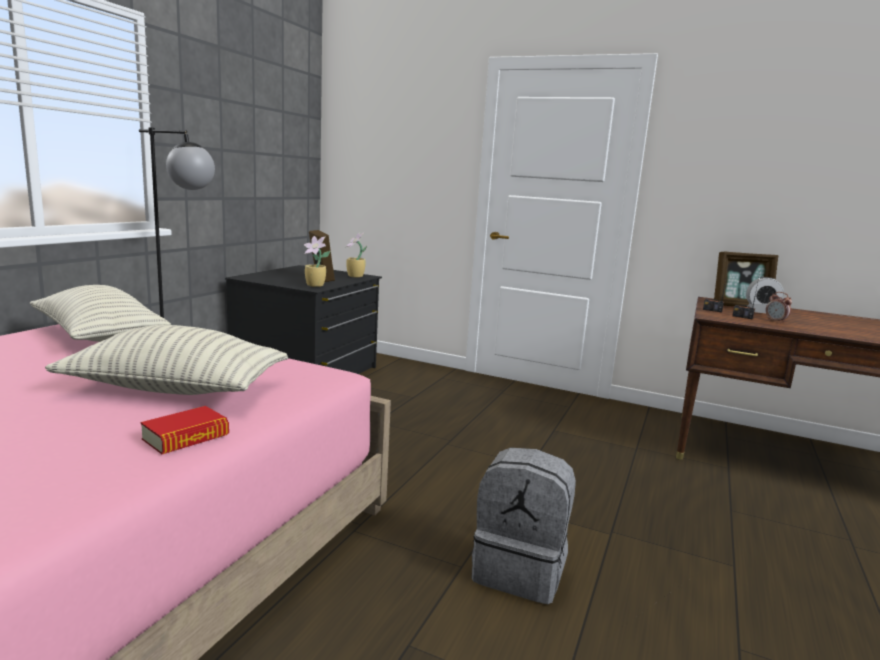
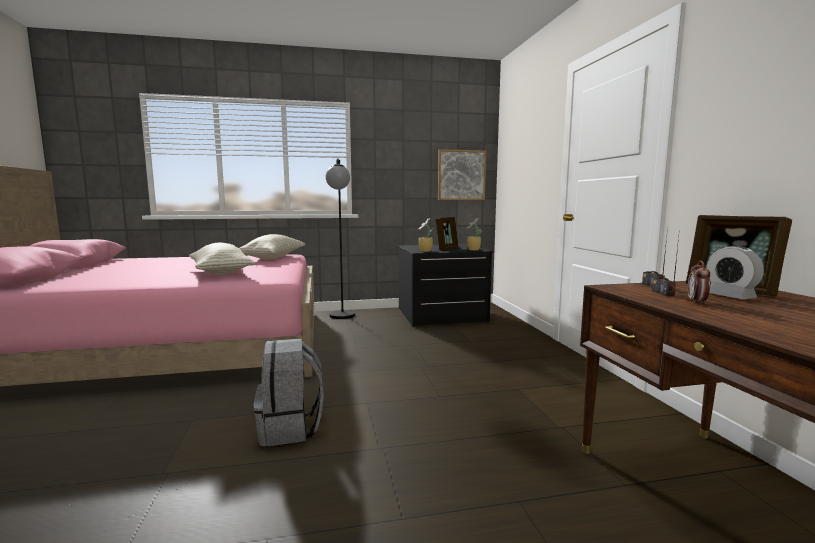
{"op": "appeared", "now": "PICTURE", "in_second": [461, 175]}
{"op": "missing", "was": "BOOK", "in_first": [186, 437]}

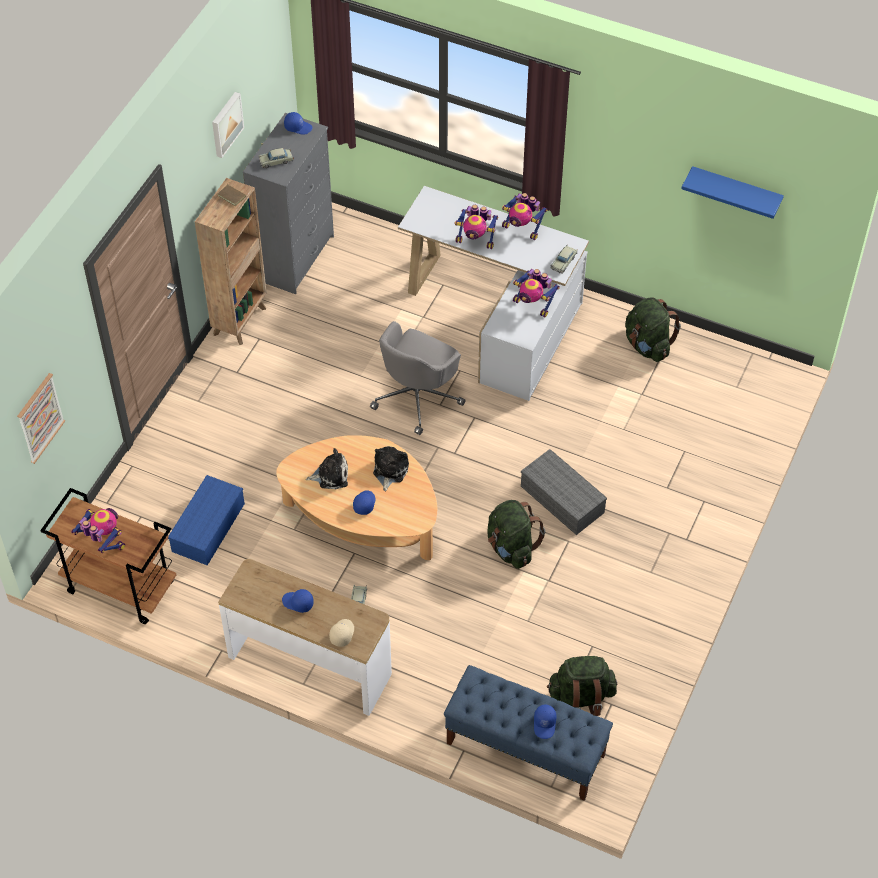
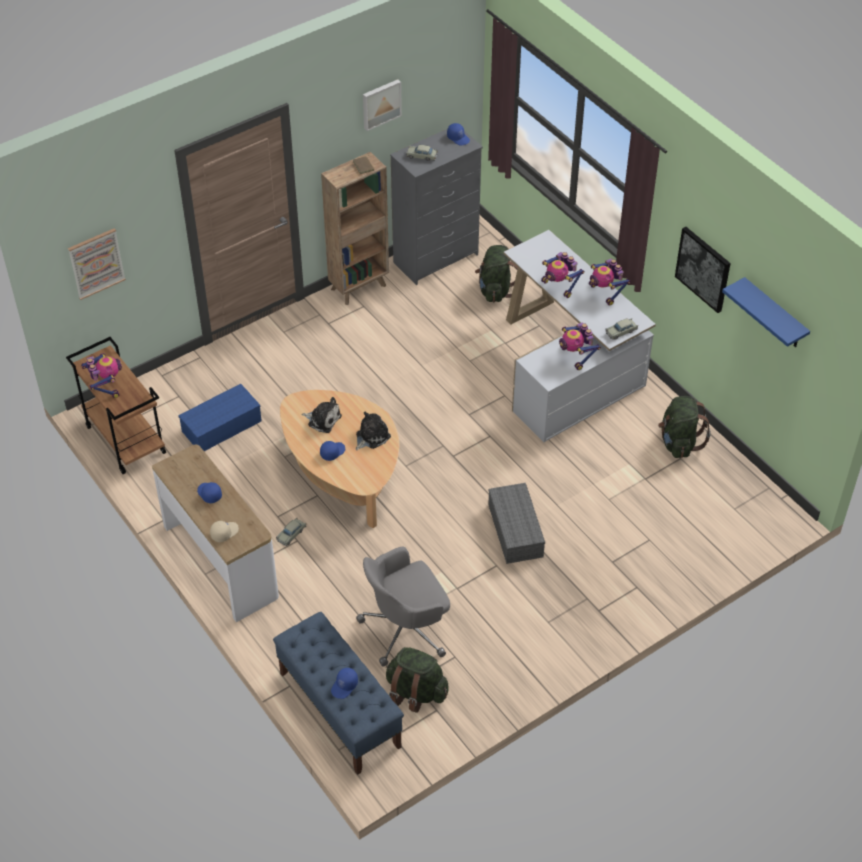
{"op": "relocated", "was": "GREY OFFICE CHAIR", "in_first": [417, 396], "in_second": [406, 629]}
{"op": "relocated", "was": "GREEN BACKPACK", "in_first": [511, 548], "in_second": [496, 290]}
{"op": "appeared", "now": "PICTURE", "in_second": [703, 269]}

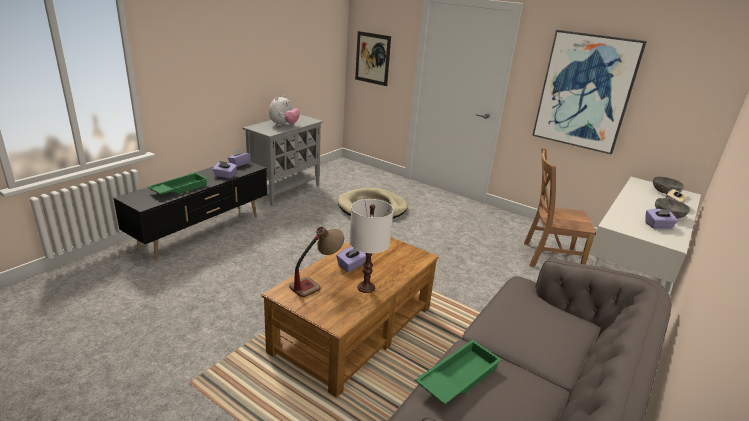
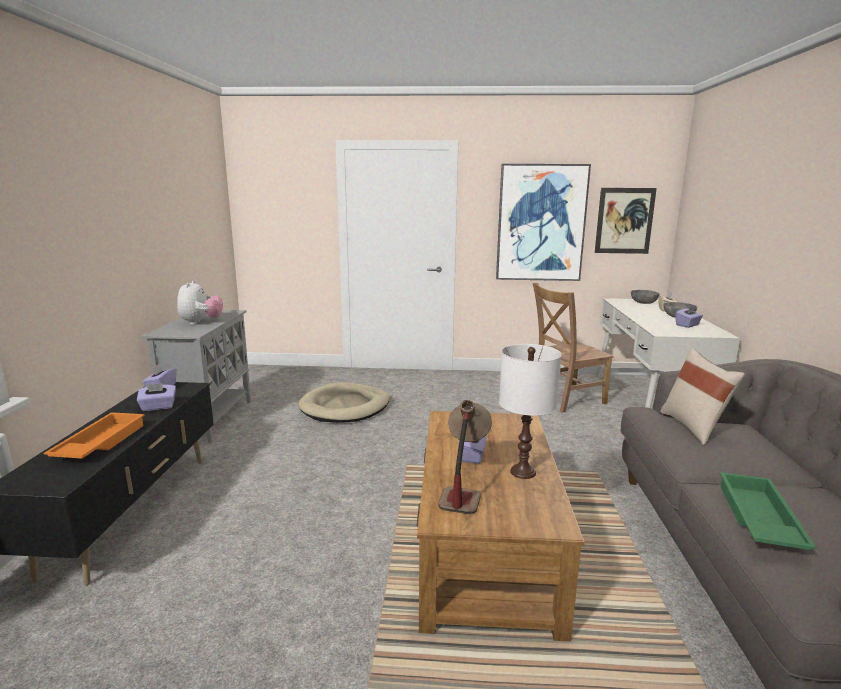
{"op": "colour", "was": "GREEN TRAY", "now": "ORANGE TRAY", "in_first": [179, 188], "in_second": [99, 443]}
{"op": "relocated", "was": "PICTURE", "in_first": [372, 58], "in_second": [624, 221]}
{"op": "appeared", "now": "BEIGE PILLOW", "in_second": [694, 427]}

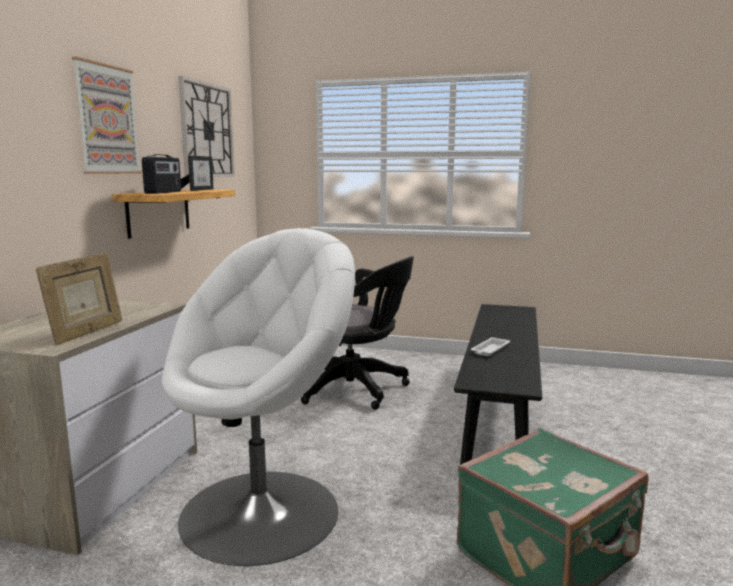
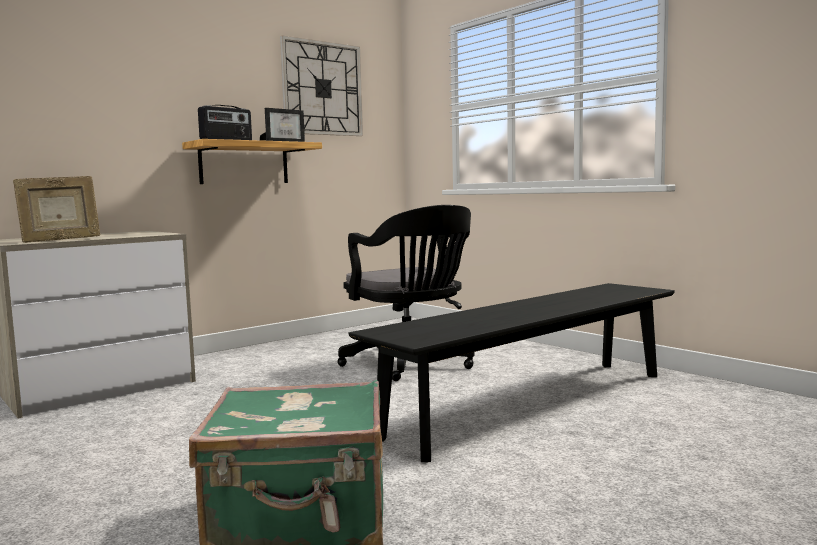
{"op": "missing", "was": "PICTURE", "in_first": [107, 120]}
{"op": "missing", "was": "WHITE ARMCHAIR", "in_first": [262, 512]}
{"op": "missing", "was": "WHITE TRAY", "in_first": [490, 350]}

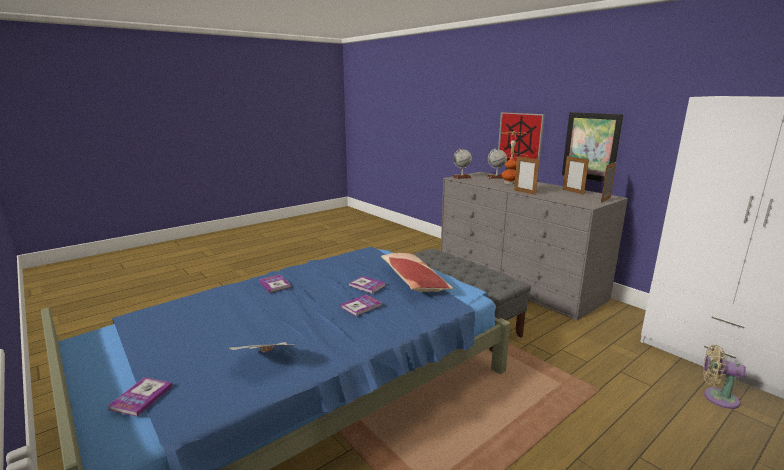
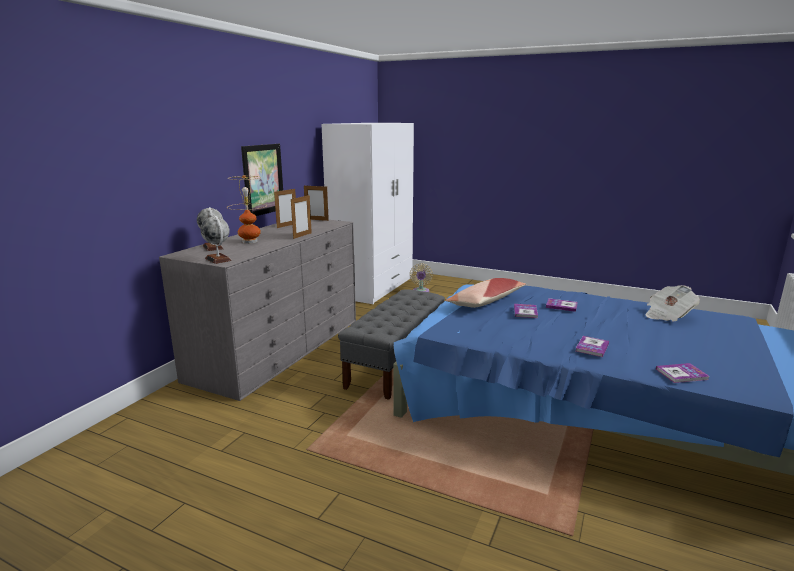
{"op": "relocated", "was": "BOOK", "in_first": [141, 397], "in_second": [681, 374]}
{"op": "missing", "was": "PICTURE", "in_first": [520, 138]}

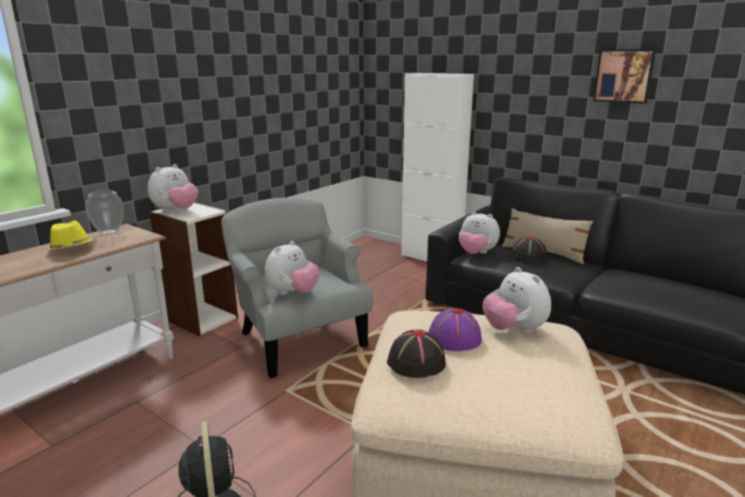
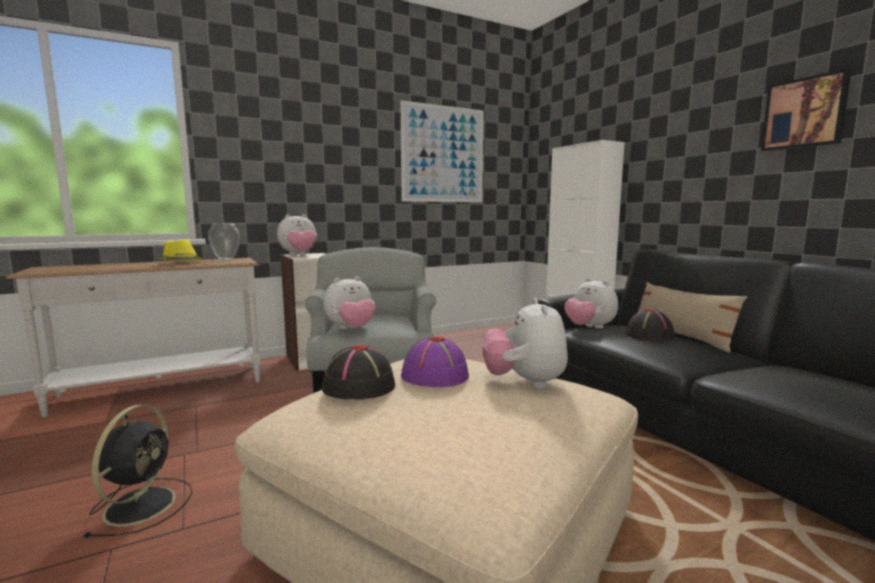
{"op": "appeared", "now": "PICTURE", "in_second": [443, 154]}

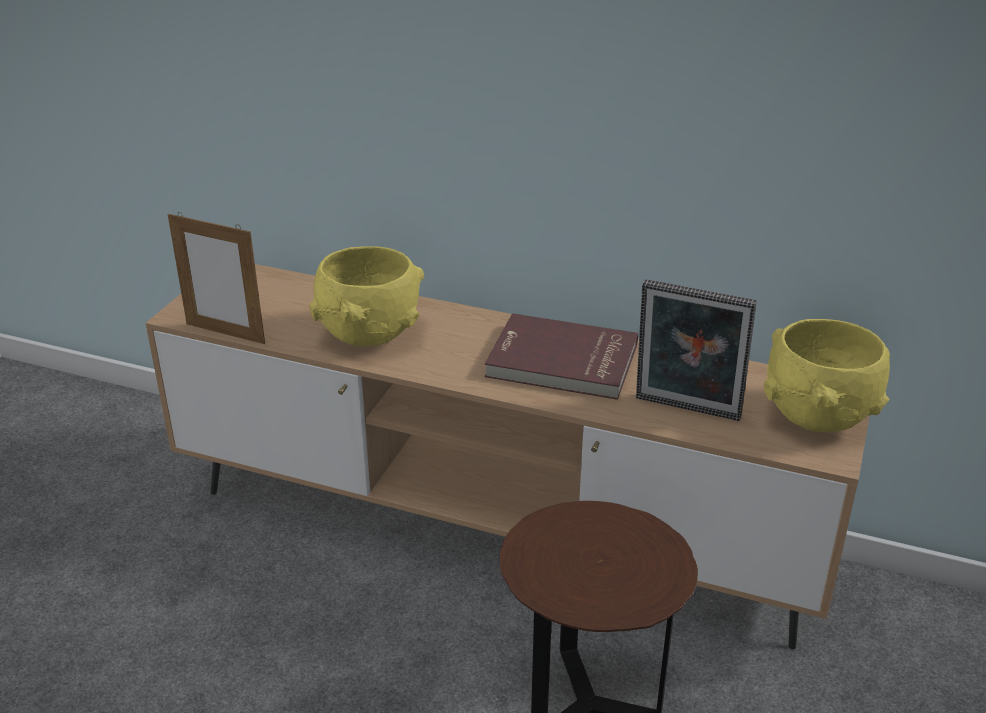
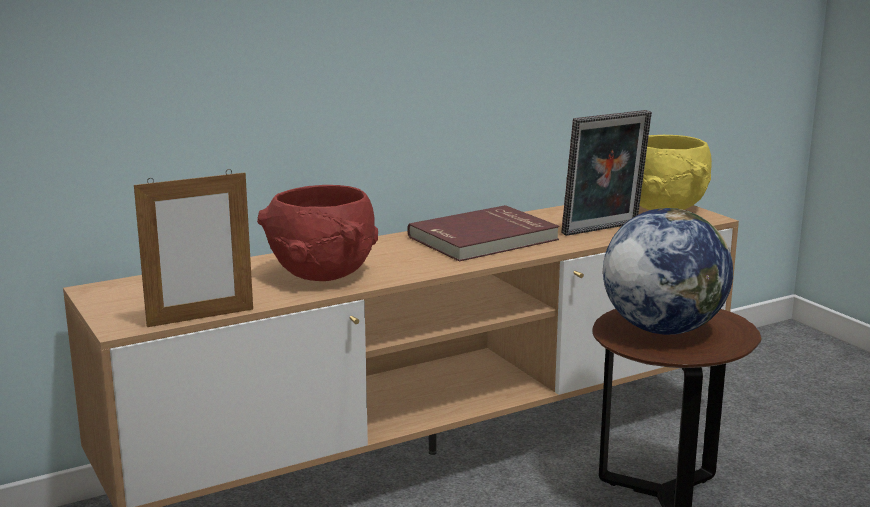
{"op": "colour", "was": "YELLOW BOWL", "now": "RED BOWL", "in_first": [369, 335], "in_second": [323, 275]}
{"op": "appeared", "now": "GLOBE", "in_second": [662, 329]}

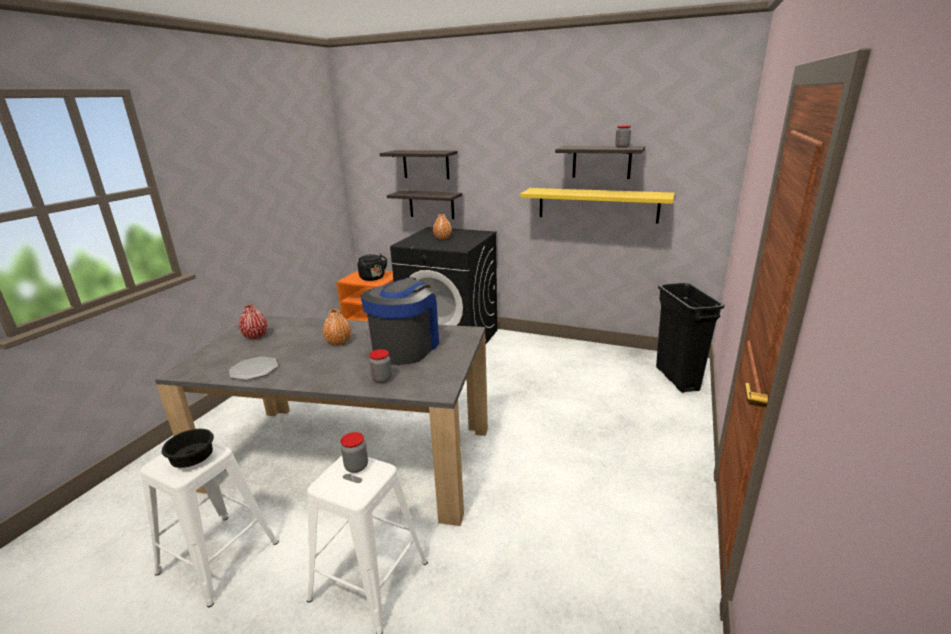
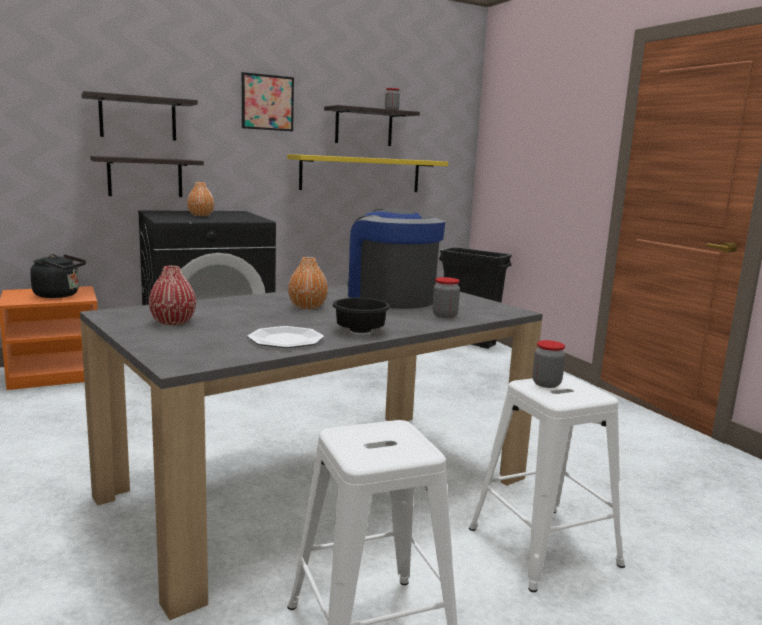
{"op": "appeared", "now": "PICTURE", "in_second": [267, 102]}
{"op": "relocated", "was": "BLACK BOWL", "in_first": [194, 459], "in_second": [358, 330]}

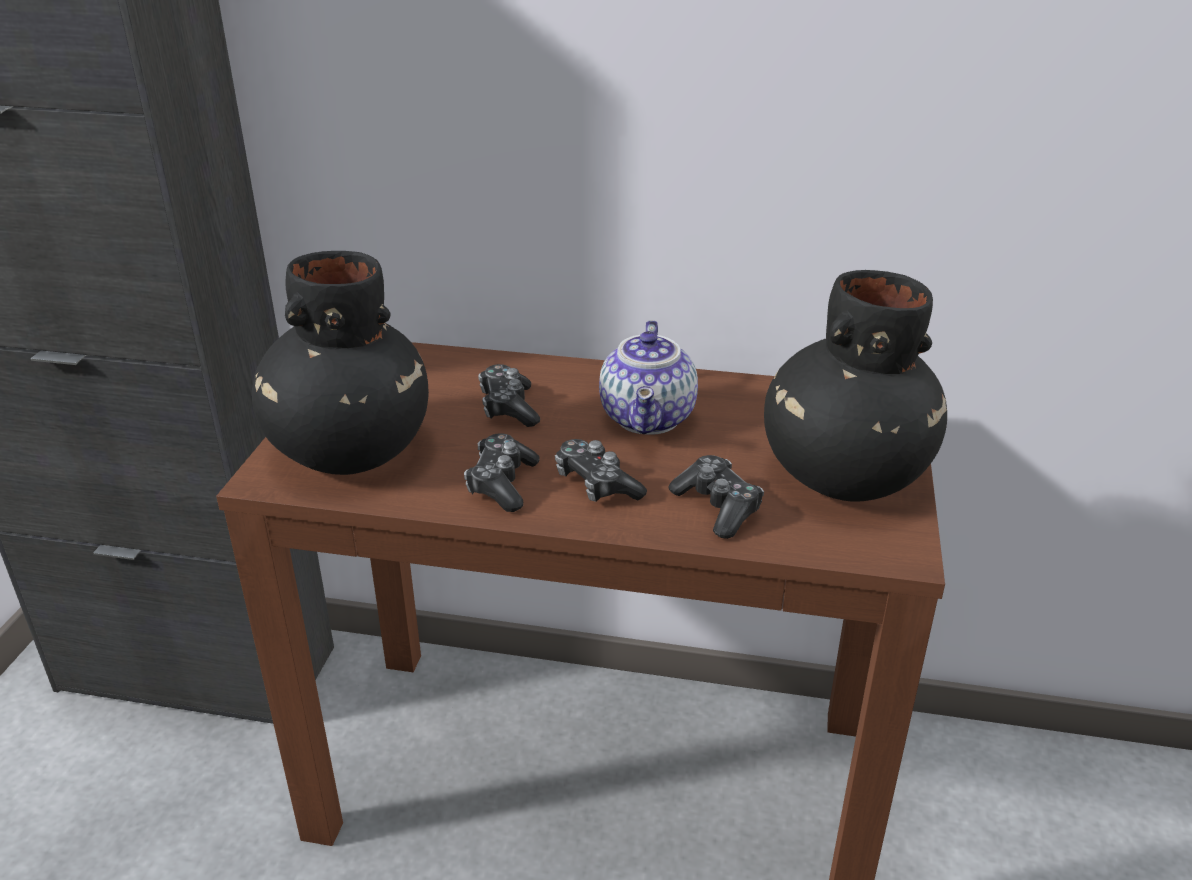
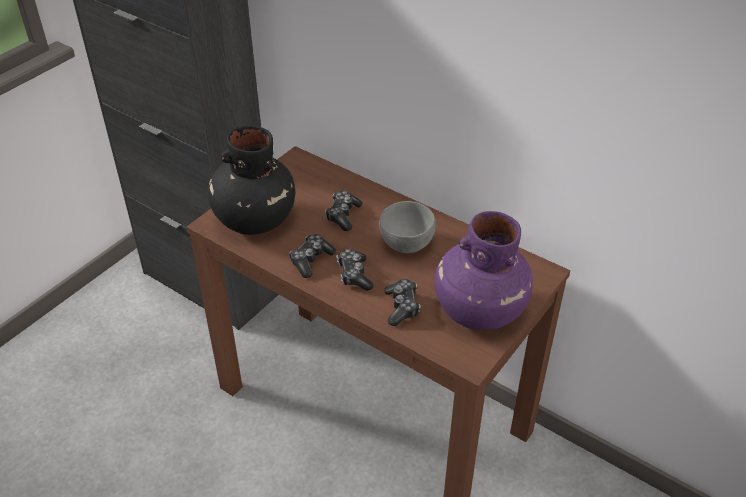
{"op": "exchanged", "was": "TEAPOT", "now": "GREY BOWL", "in_first": [650, 419], "in_second": [407, 244]}
{"op": "colour", "was": "BLACK VASE", "now": "PURPLE VASE", "in_first": [842, 476], "in_second": [478, 310]}

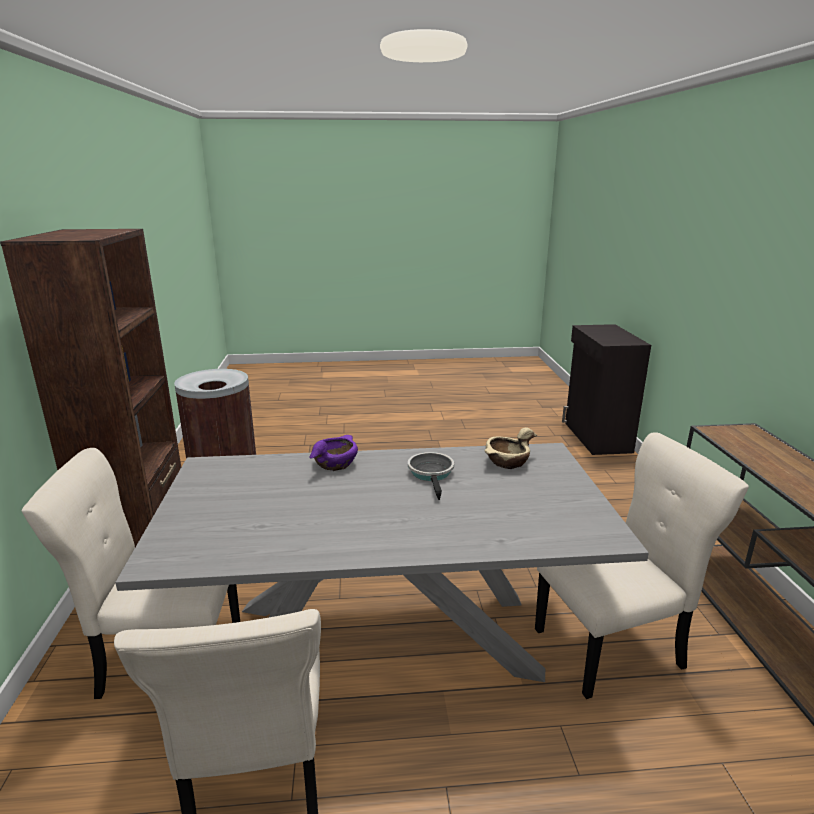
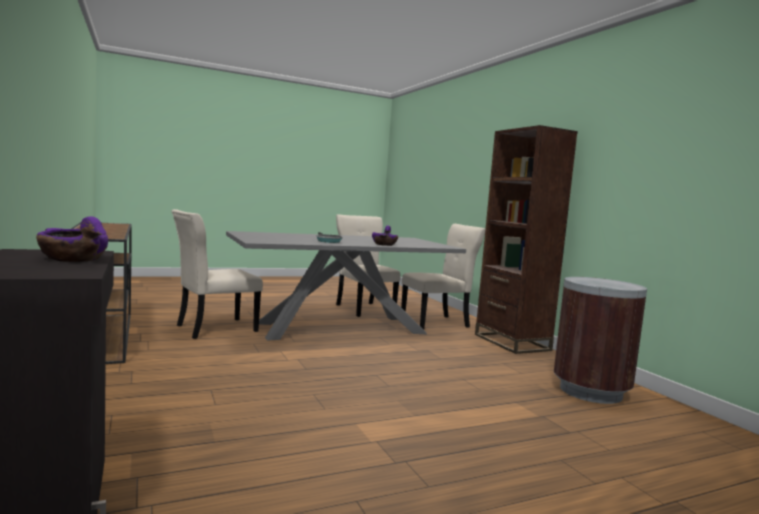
{"op": "appeared", "now": "PURPLE BOWL", "in_second": [73, 259]}
{"op": "missing", "was": "BEIGE BOWL", "in_first": [507, 462]}

